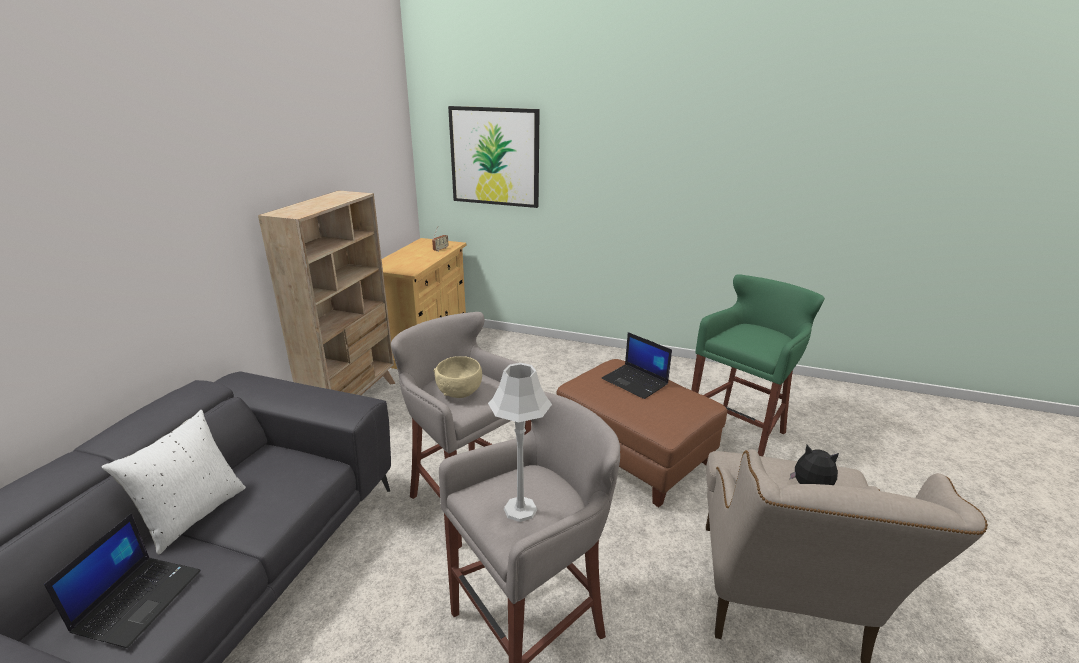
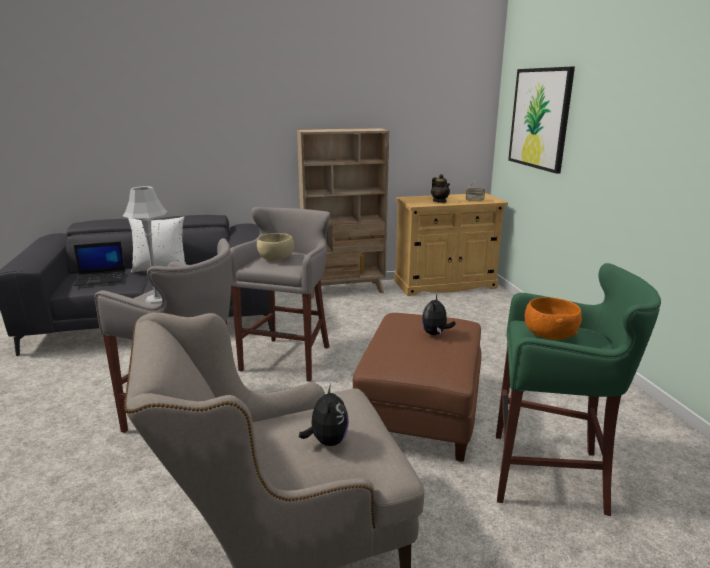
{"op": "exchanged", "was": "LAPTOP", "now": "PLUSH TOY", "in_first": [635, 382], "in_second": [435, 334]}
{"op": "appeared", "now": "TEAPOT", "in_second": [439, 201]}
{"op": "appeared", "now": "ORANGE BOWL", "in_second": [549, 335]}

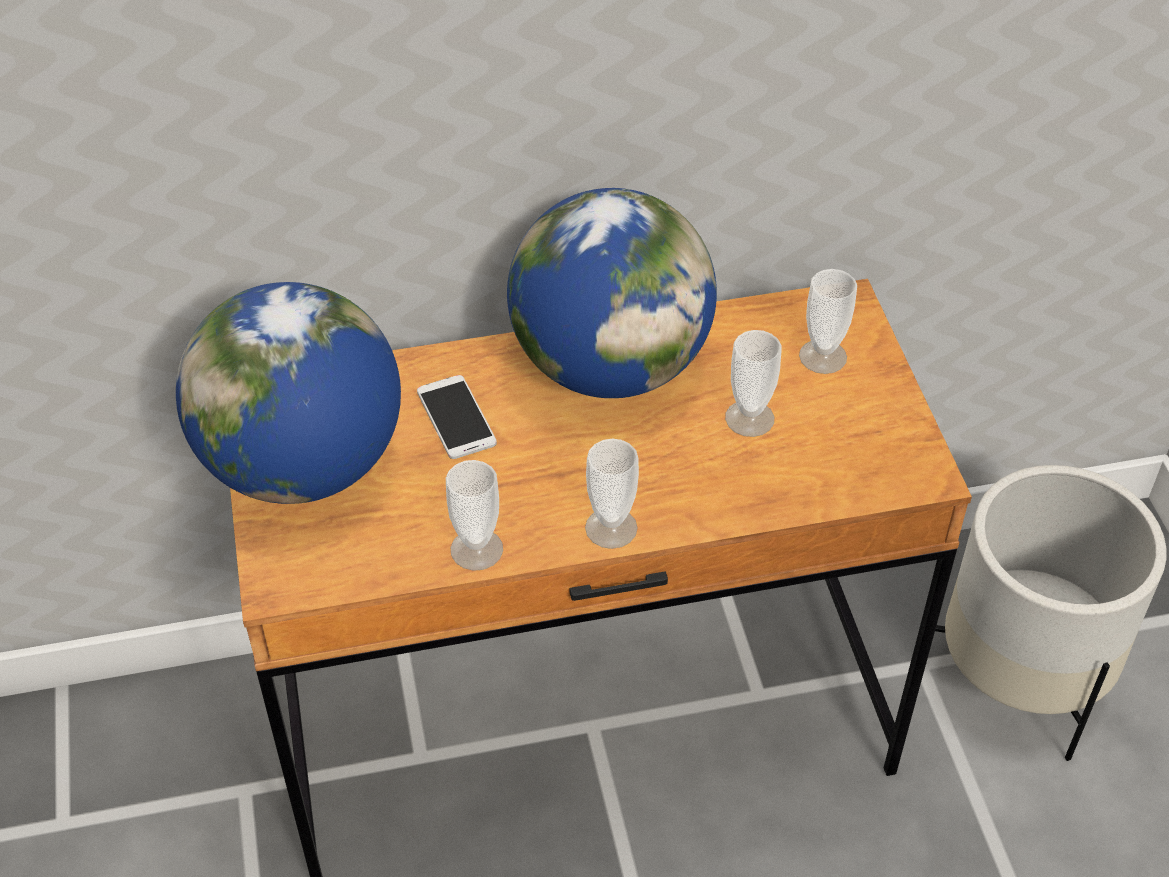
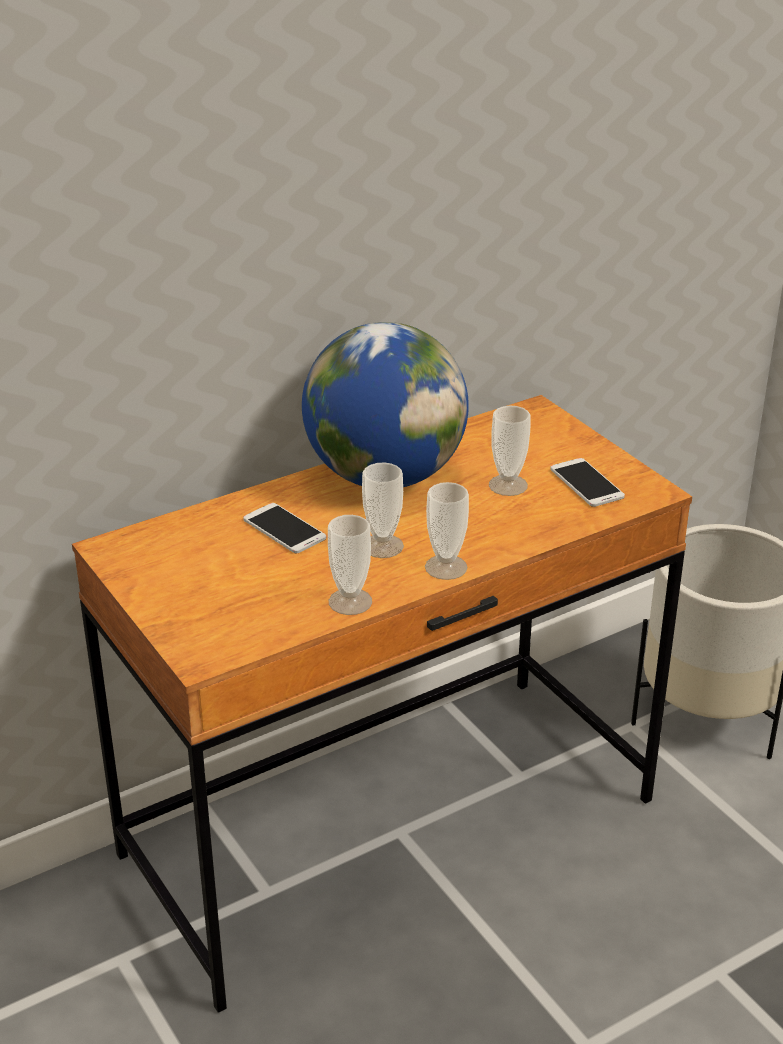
{"op": "relocated", "was": "CUP", "in_first": [822, 356], "in_second": [382, 546]}
{"op": "appeared", "now": "PHONE", "in_second": [586, 483]}
{"op": "missing", "was": "GLOBE", "in_first": [303, 464]}

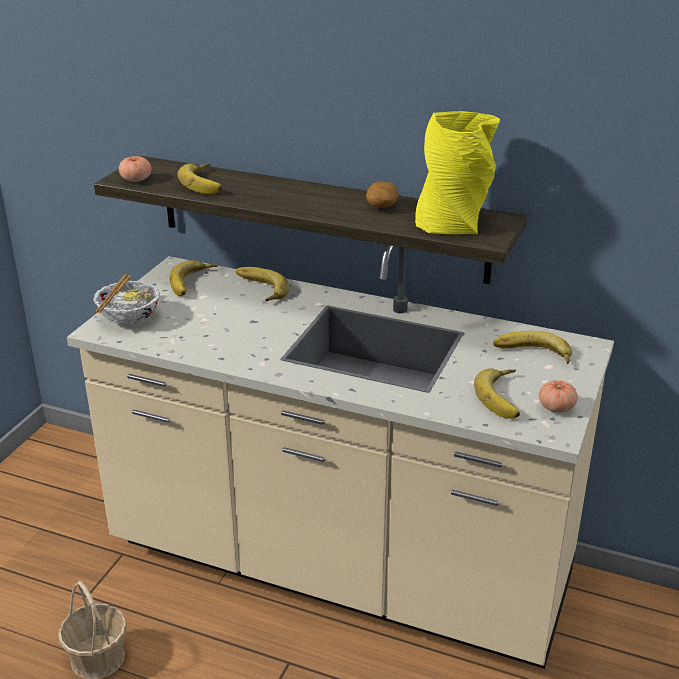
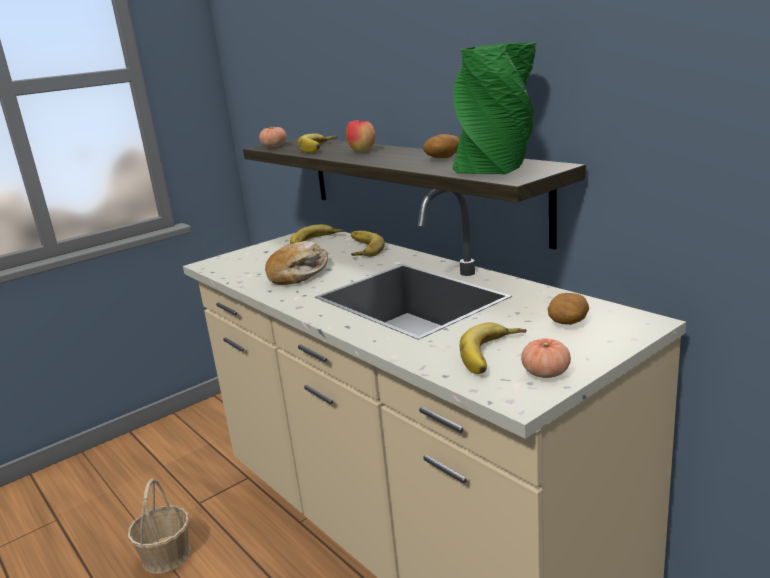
{"op": "appeared", "now": "BREAD", "in_second": [299, 273]}
{"op": "appeared", "now": "APPLE", "in_second": [362, 152]}
{"op": "colour", "was": "YELLOW VASE", "now": "GREEN VASE", "in_first": [454, 223], "in_second": [495, 168]}
{"op": "exchanged", "was": "BANANA", "now": "POTATO", "in_first": [532, 354], "in_second": [568, 322]}
{"op": "missing", "was": "BOWL", "in_first": [128, 318]}

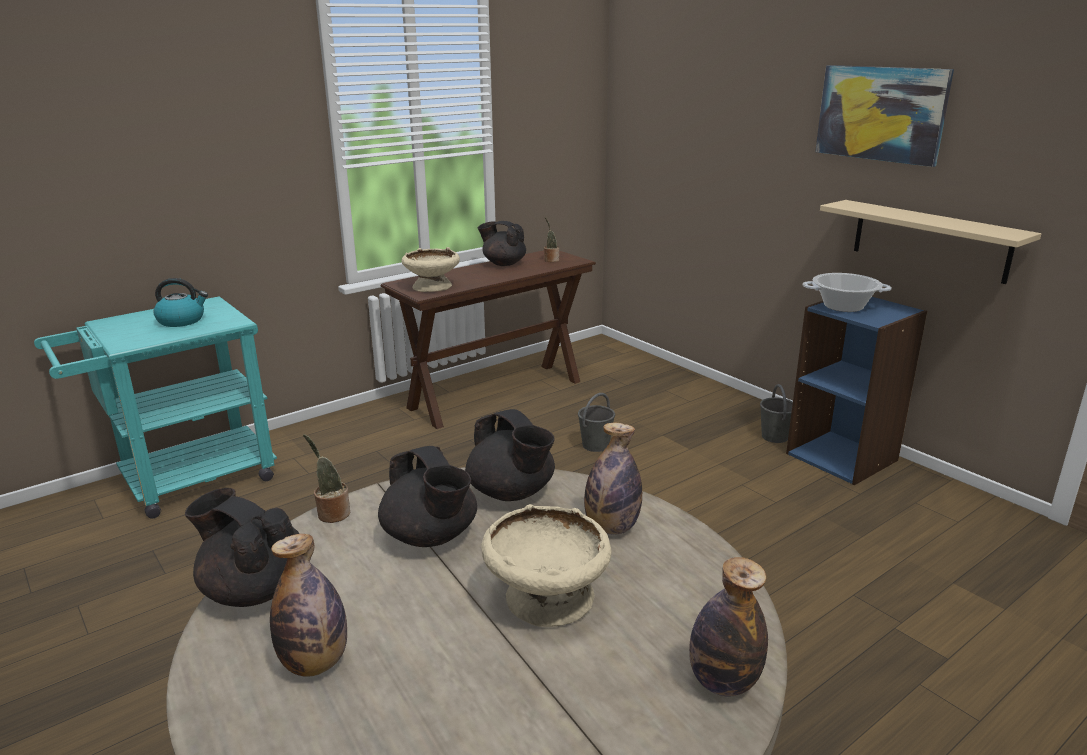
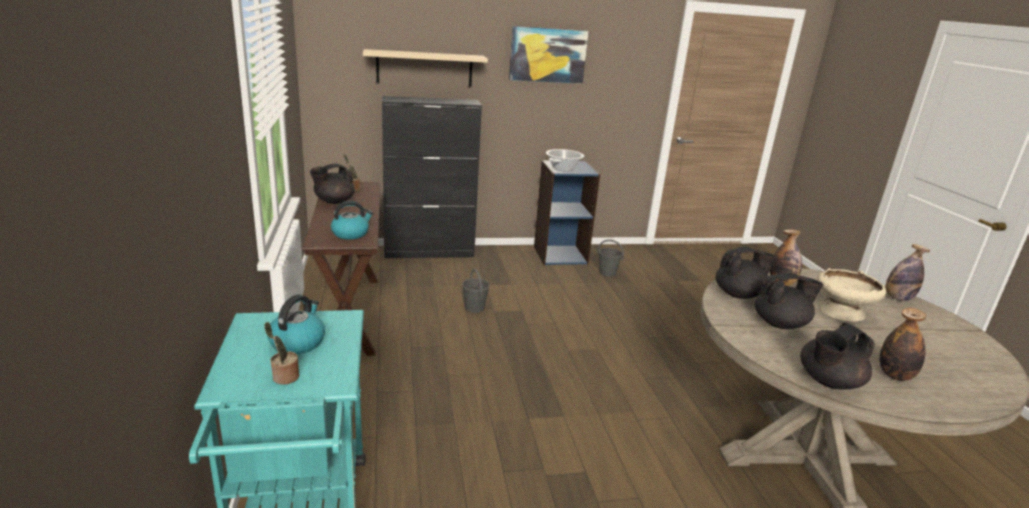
{"op": "relocated", "was": "POTTED PLANT", "in_first": [331, 513], "in_second": [284, 378]}
{"op": "exchanged", "was": "BEIGE BOWL", "now": "KETTLE", "in_first": [432, 287], "in_second": [351, 234]}
{"op": "relocated", "was": "BEIGE SHELF", "in_first": [929, 240], "in_second": [424, 68]}
{"op": "appeared", "now": "BLACK CABINET", "in_second": [429, 252]}
{"op": "relocated", "was": "GREY BUCKET", "in_first": [775, 437], "in_second": [608, 273]}

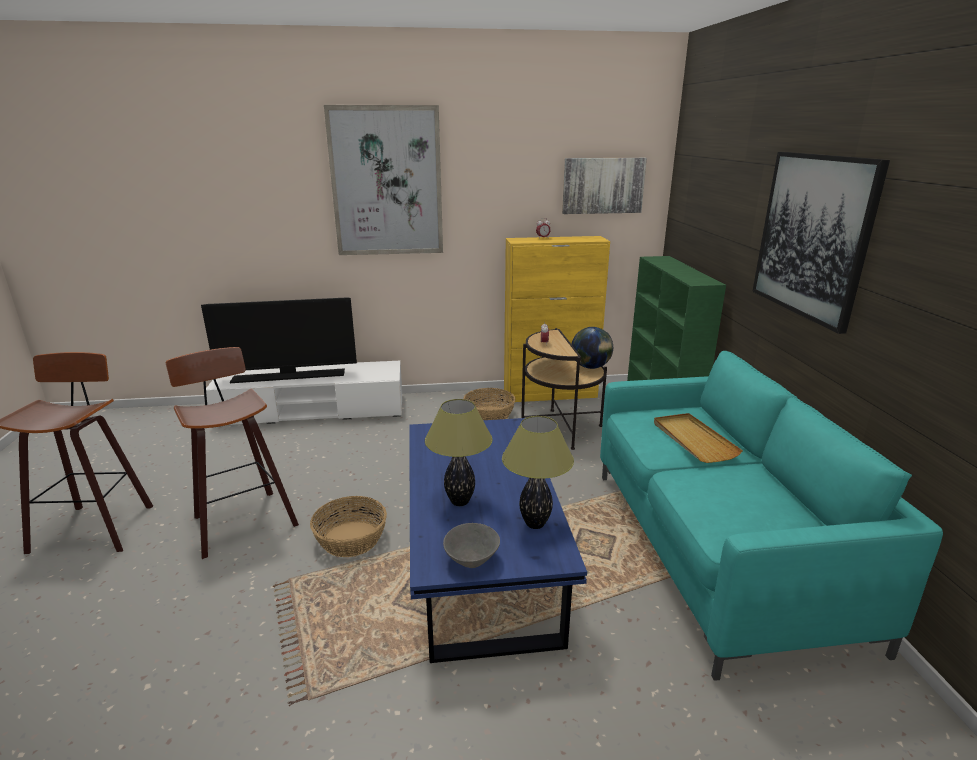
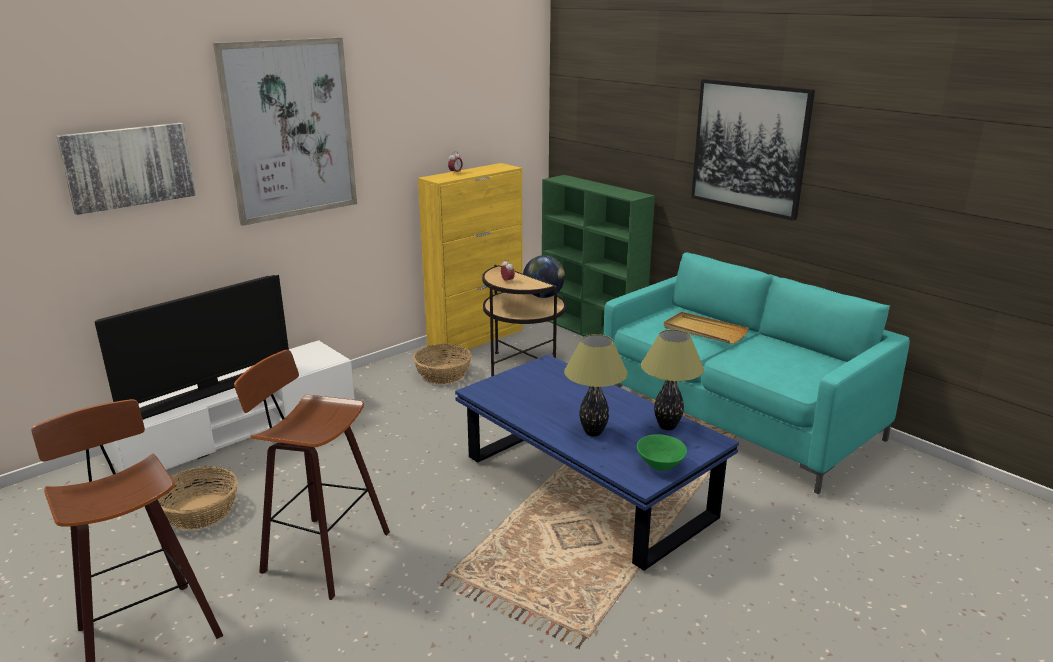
{"op": "relocated", "was": "PICTURE", "in_first": [603, 185], "in_second": [129, 166]}
{"op": "relocated", "was": "BASKET", "in_first": [350, 539], "in_second": [200, 512]}
{"op": "colour", "was": "GREY BOWL", "now": "GREEN BOWL", "in_first": [471, 560], "in_second": [660, 466]}

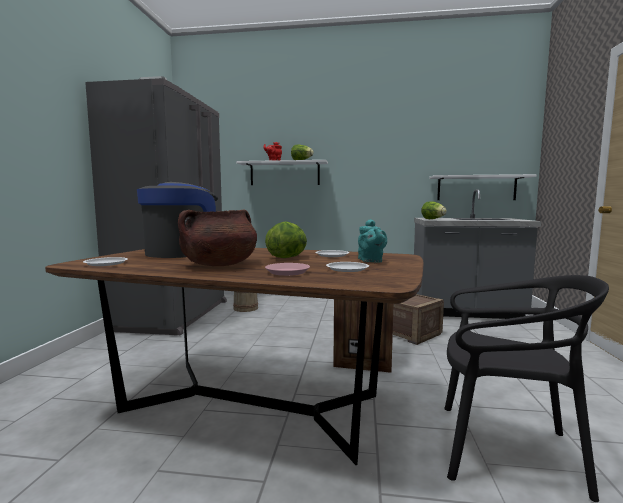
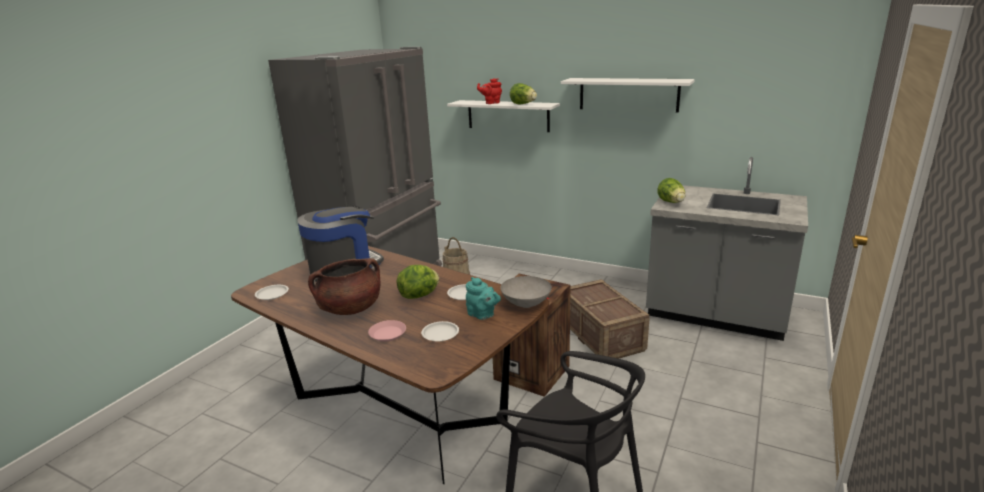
{"op": "spun", "was": "TURQUOISE TEAPOT", "in_first": [371, 261], "in_second": [482, 315], "clockwise": -60}
{"op": "appeared", "now": "GREY BOWL", "in_second": [526, 303]}
{"op": "relocated", "was": "WHITE SHELF", "in_first": [476, 188], "in_second": [628, 94]}

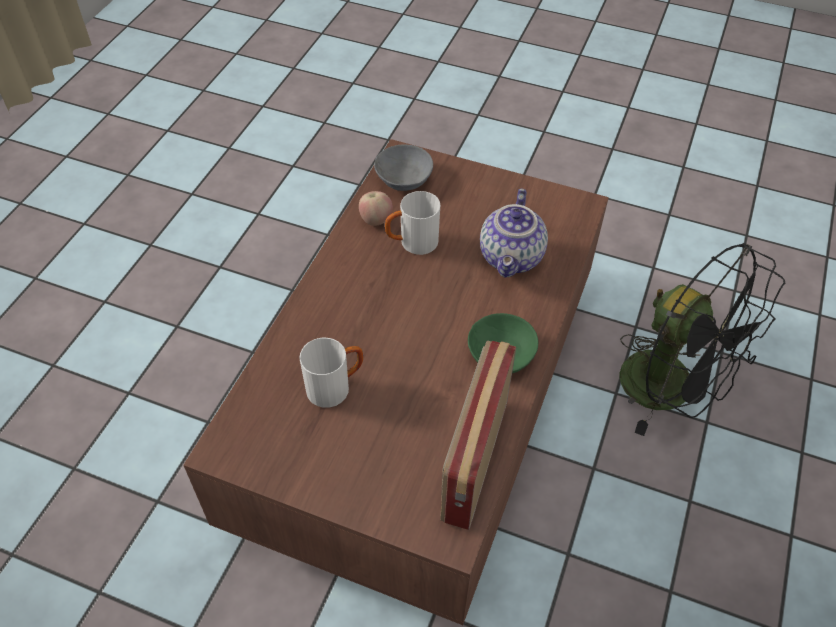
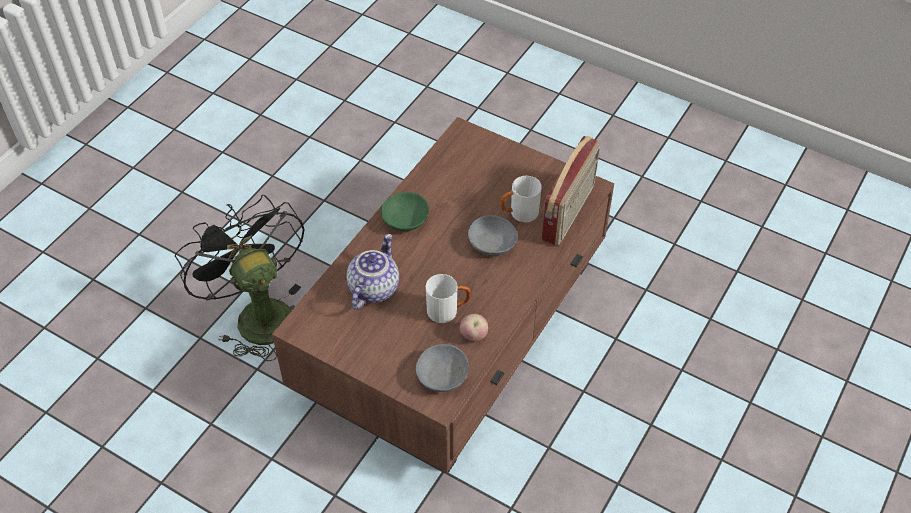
{"op": "appeared", "now": "GREY BOWL", "in_second": [493, 243]}
{"op": "relocated", "was": "RADIO", "in_first": [473, 460], "in_second": [569, 213]}

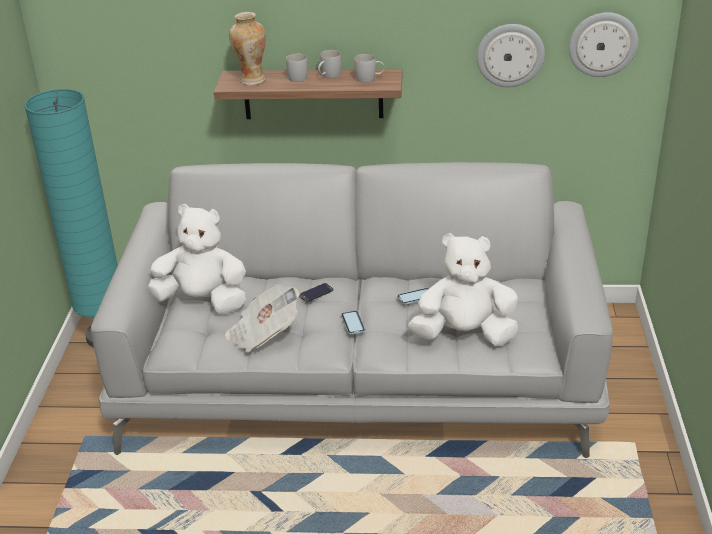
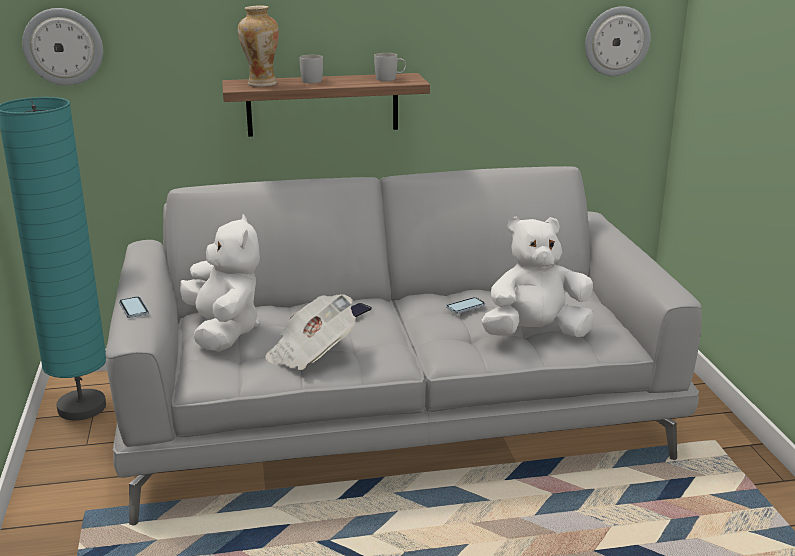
{"op": "relocated", "was": "WALL CLOCK", "in_first": [510, 55], "in_second": [63, 46]}
{"op": "relocated", "was": "PHONE", "in_first": [353, 323], "in_second": [134, 308]}
{"op": "spun", "was": "WHITE PLUSH TOY", "in_first": [202, 301], "in_second": [223, 331], "clockwise": 75}
{"op": "missing", "was": "WHITE MUG", "in_first": [328, 76]}

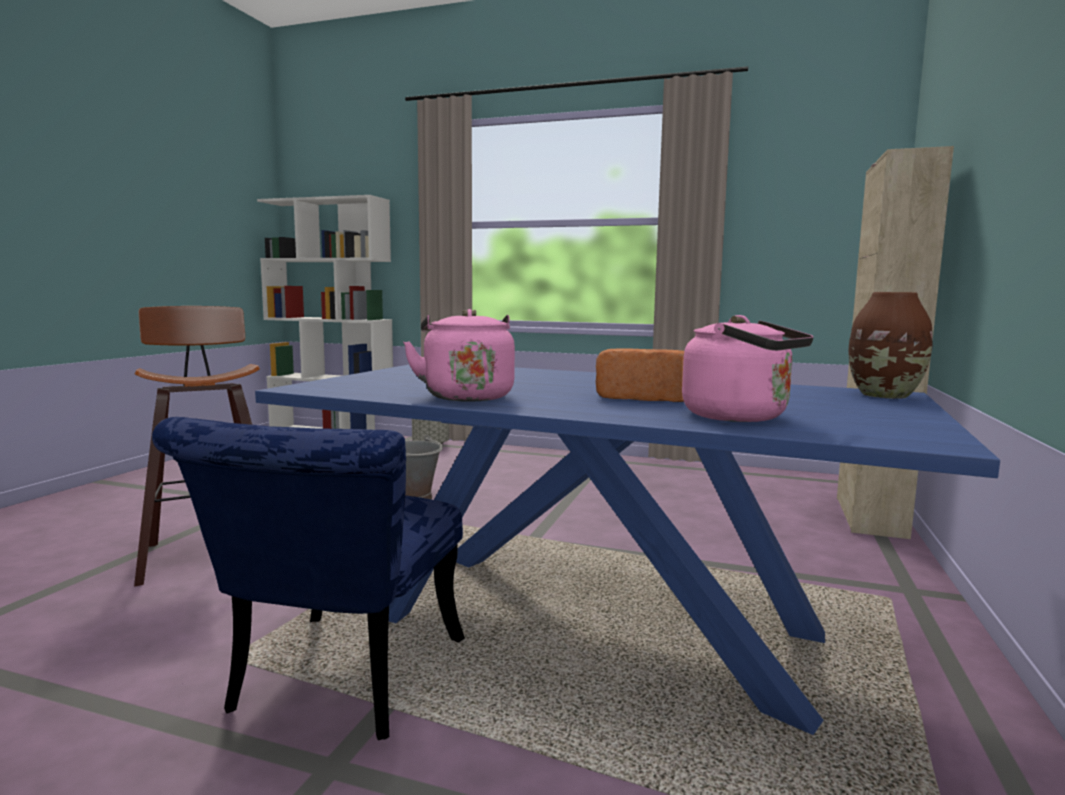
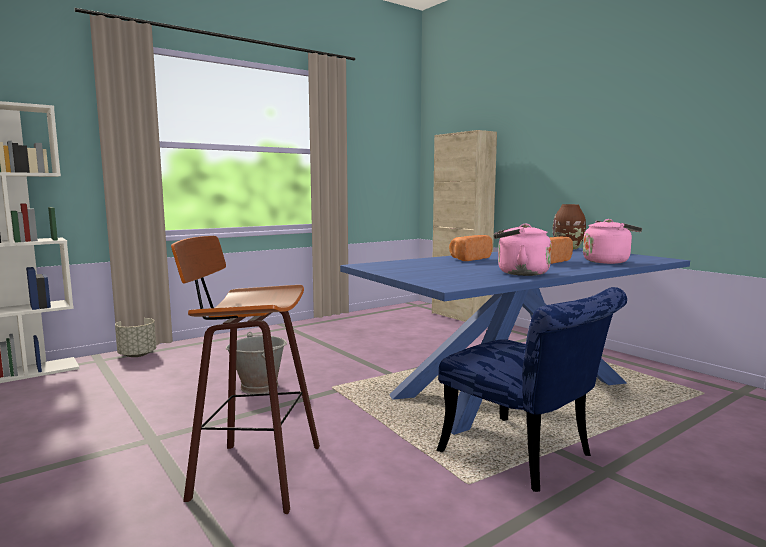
{"op": "appeared", "now": "BREAD", "in_second": [468, 259]}

